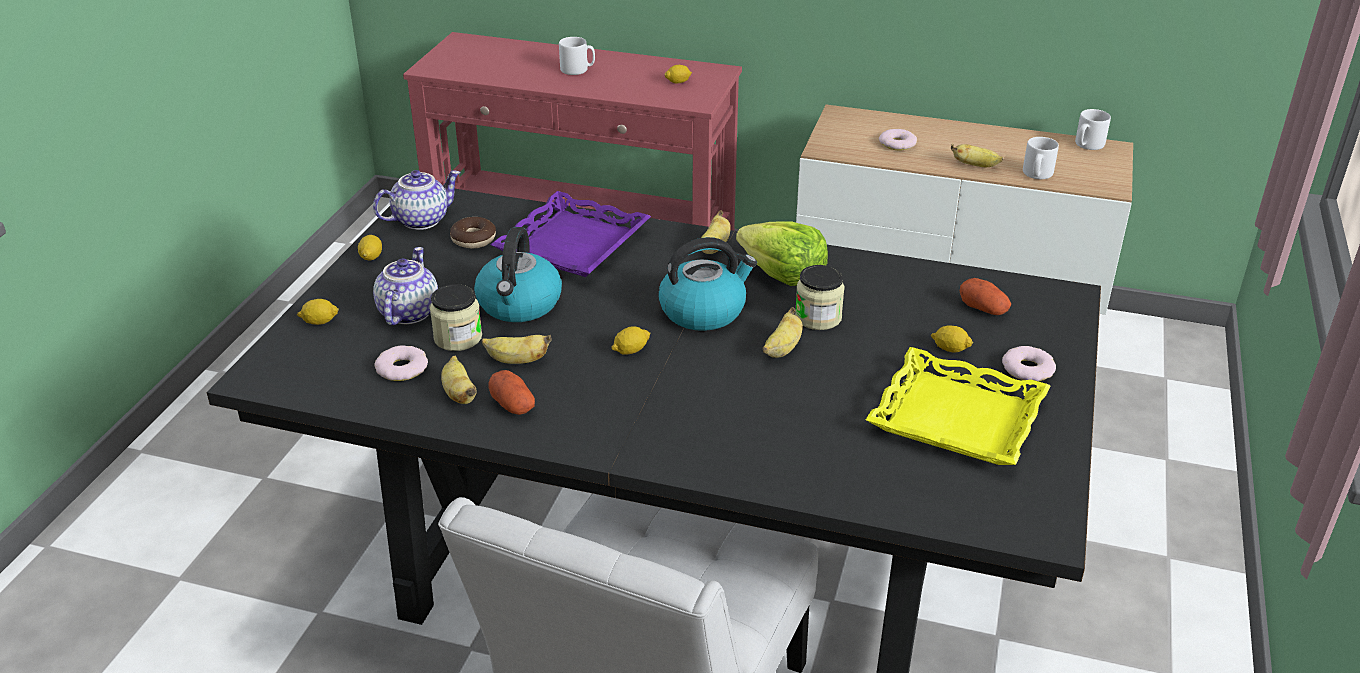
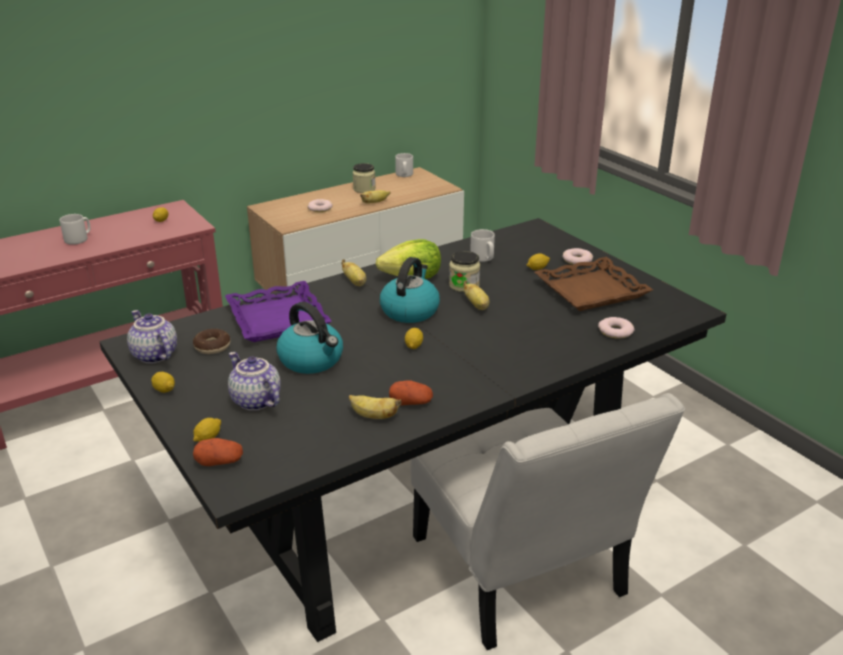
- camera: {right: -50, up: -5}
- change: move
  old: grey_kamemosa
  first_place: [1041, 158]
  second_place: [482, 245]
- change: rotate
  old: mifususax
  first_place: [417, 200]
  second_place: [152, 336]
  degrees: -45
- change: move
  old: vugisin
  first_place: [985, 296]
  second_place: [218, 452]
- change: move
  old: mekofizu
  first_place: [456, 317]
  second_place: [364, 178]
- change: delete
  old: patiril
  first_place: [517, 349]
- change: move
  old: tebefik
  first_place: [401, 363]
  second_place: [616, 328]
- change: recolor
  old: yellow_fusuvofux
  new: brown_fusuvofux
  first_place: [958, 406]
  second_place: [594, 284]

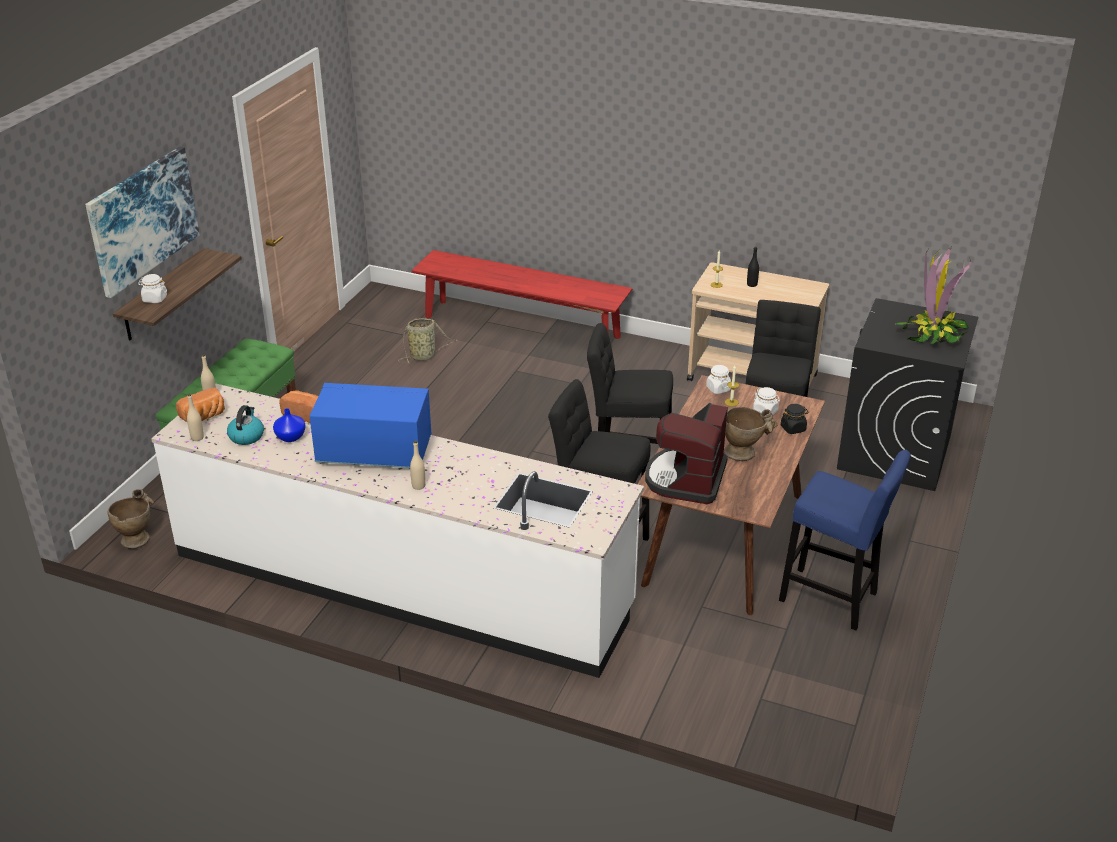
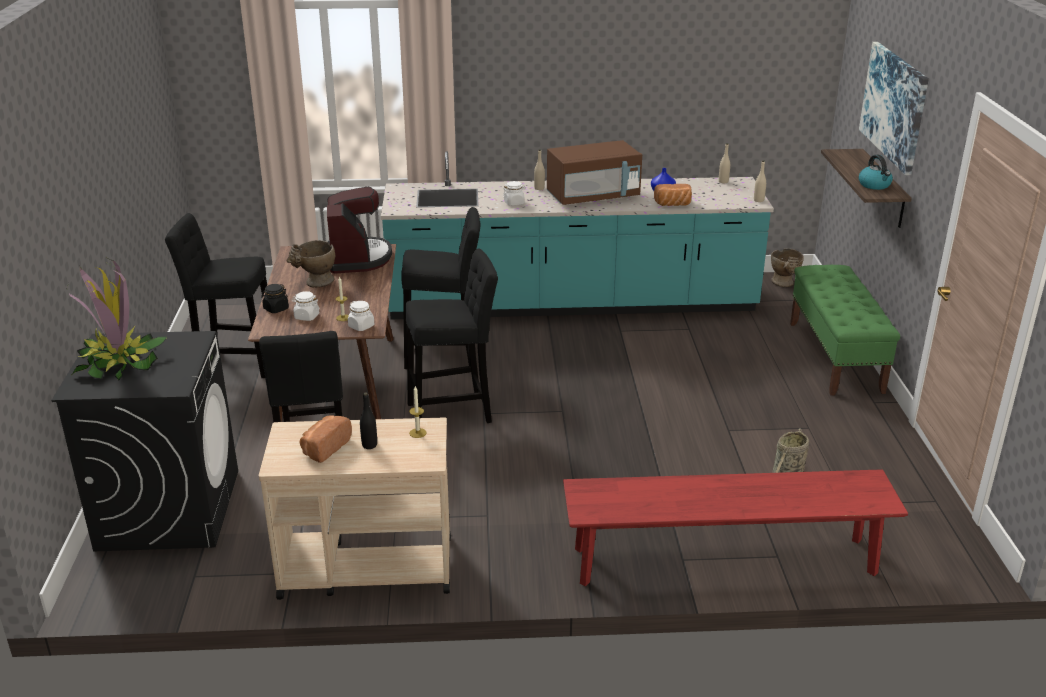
- camera: {right: 155, up: -5}
- change: move
  old: white_mekofizu
  first_place: [152, 288]
  second_place: [514, 193]
- change: recolor
  old: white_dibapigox
  new: turquoise_dibapigox
  first_place: [397, 530]
  second_place: [577, 235]
- change: recolor
  old: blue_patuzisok
  new: brown_patuzisok
  first_place: [370, 426]
  second_place: [594, 172]
- change: move
  old: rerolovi
  first_place: [200, 405]
  second_place: [325, 439]
- change: move
  old: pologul
  first_place: [245, 425]
  second_place: [876, 172]
- change: recolor
  old: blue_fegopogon
  new: black_fegopogon
  first_place: [845, 540]
  second_place: [216, 295]

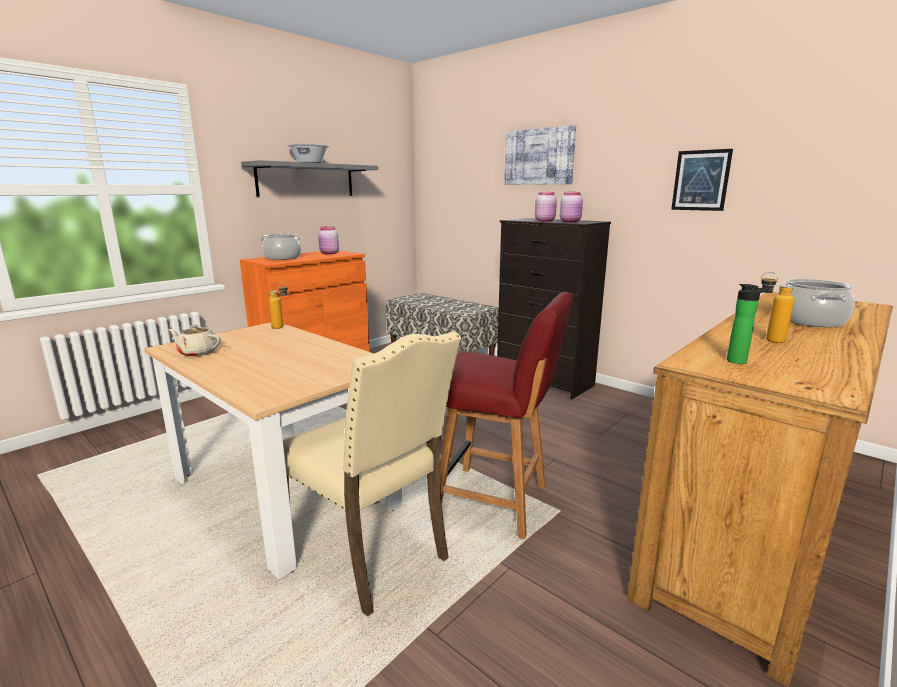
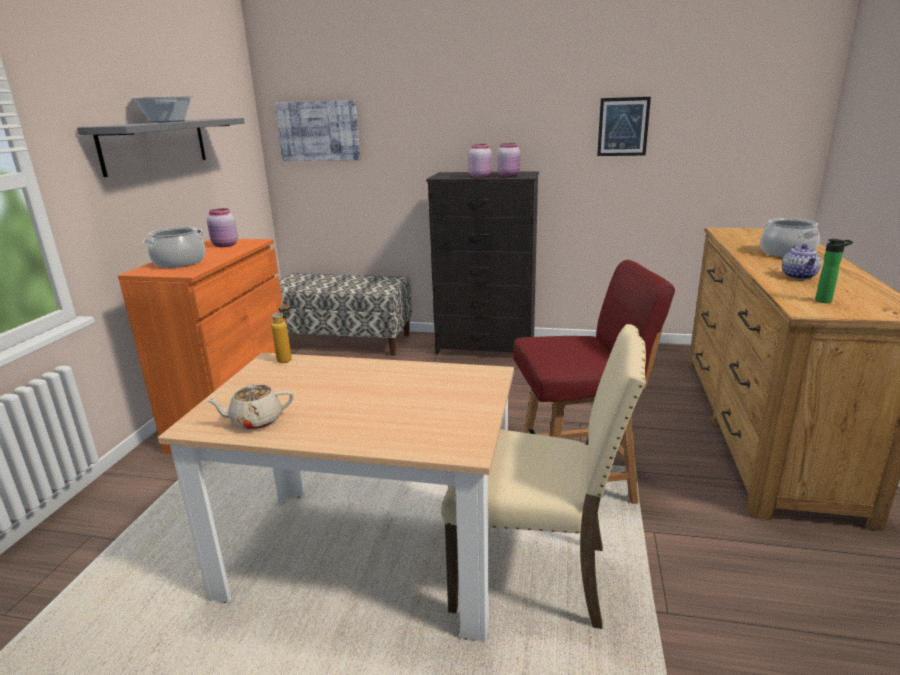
- camera: {right: -30, up: 5}
- change: move
  old: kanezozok
  first_place: [540, 155]
  second_place: [318, 130]
- change: replace
  old: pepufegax
  new: mifususax
  first_place: [778, 307]
  second_place: [801, 262]

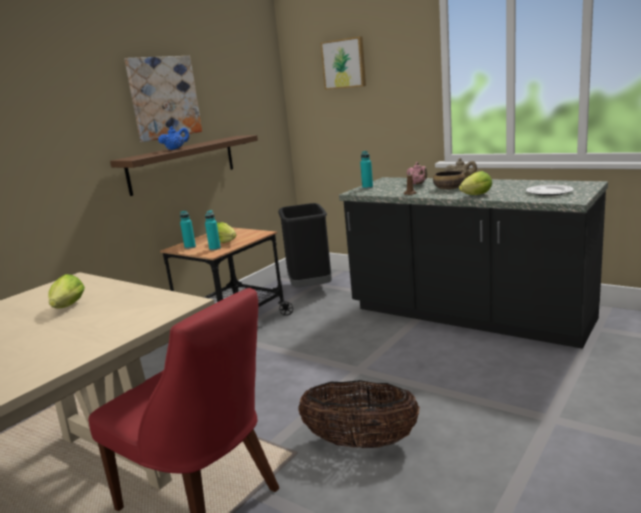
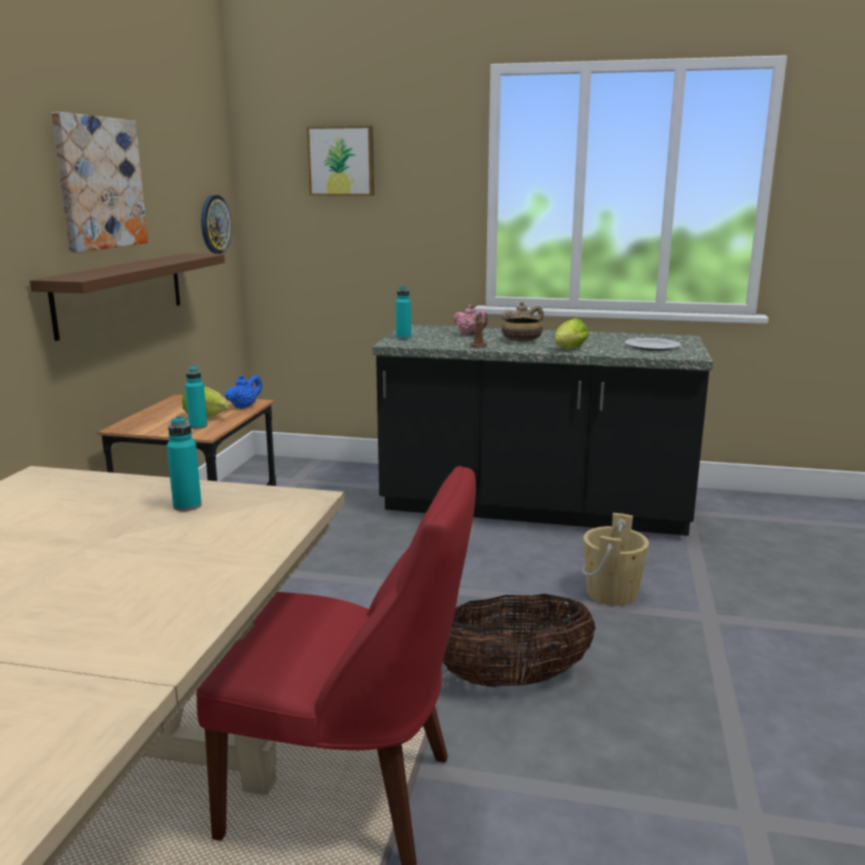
- camera: {right: -25, up: 0}
- change: move
  old: blue_mifususax
  first_place: [174, 138]
  second_place: [243, 392]
- change: delete
  old: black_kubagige
  first_place: [305, 245]
- change: move
  old: turquoise_pepufegax
  first_place: [188, 229]
  second_place: [184, 463]
- change: delete
  old: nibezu
  first_place: [66, 291]
- change: insert
  new: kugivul
  second_place: [216, 224]
- change: insert
  new: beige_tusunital
  second_place: [615, 559]

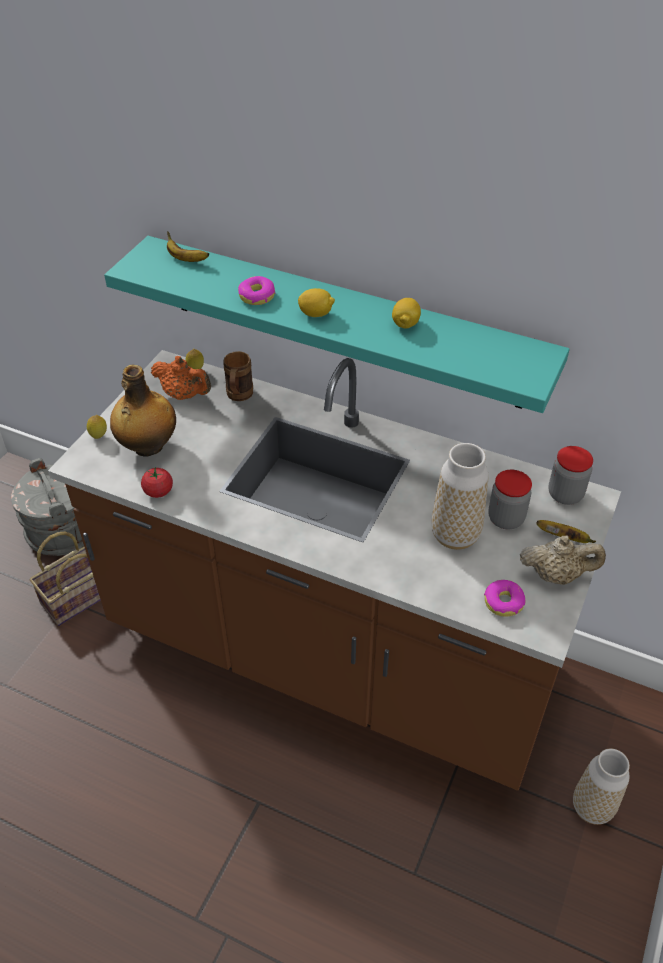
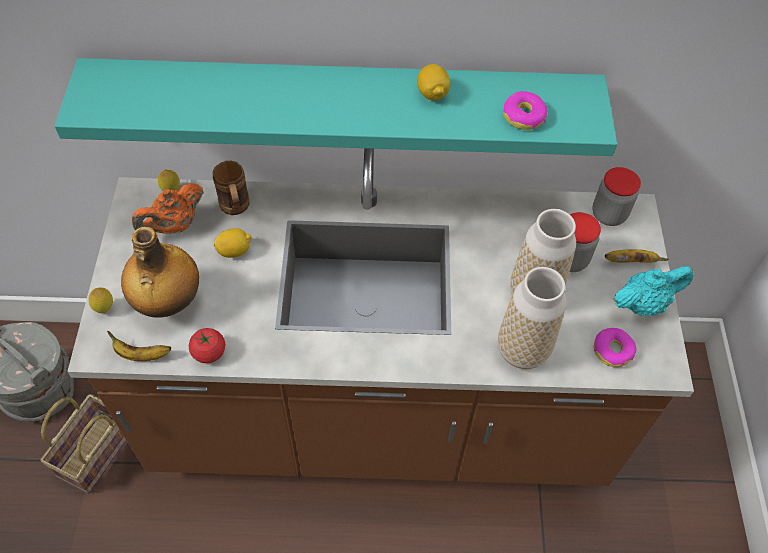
- camera: {right: -25, up: 10}
- change: move
  old: patiril
  first_place: [188, 246]
  second_place: [139, 346]
- change: move
  old: tebefik
  first_place: [257, 290]
  second_place: [525, 110]
- change: move
  old: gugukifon
  first_place: [316, 302]
  second_place: [232, 243]
- change: rotate
  old: orange_mifususax
  first_place: [181, 378]
  second_place: [168, 208]
  degrees: 135
- change: recolor
  old: beige_mifususax
  new: turquoise_mifususax
  first_place: [563, 560]
  second_place: [653, 291]
- change: move
  old: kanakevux
  first_place: [601, 786]
  second_place: [532, 318]

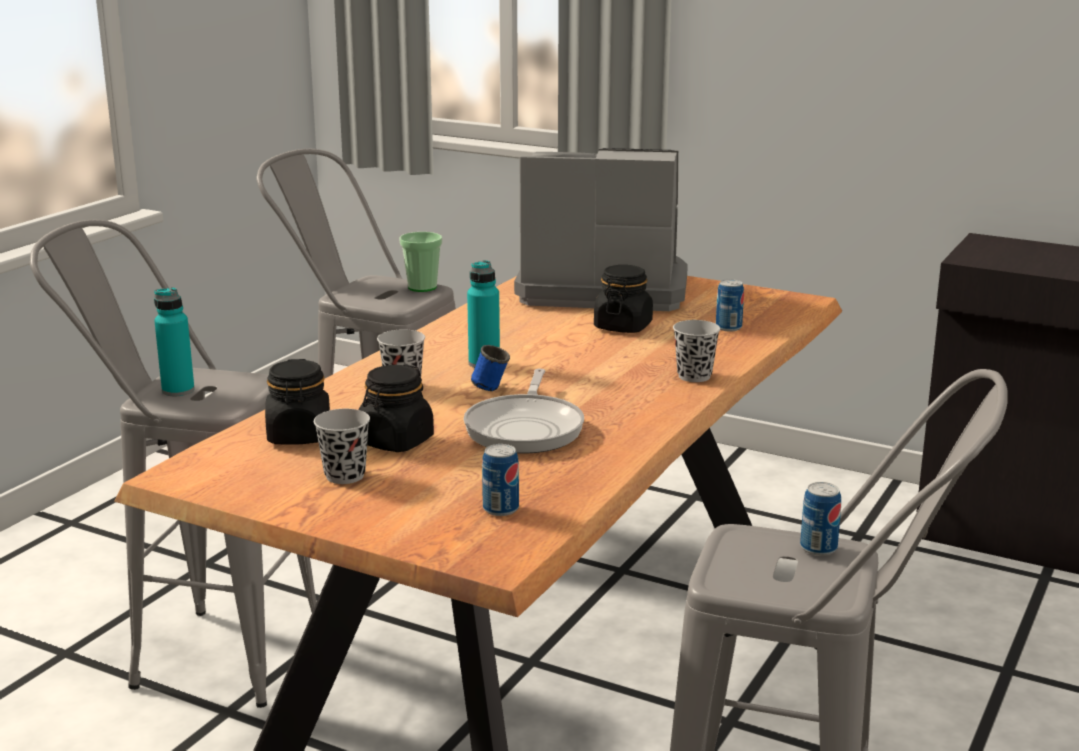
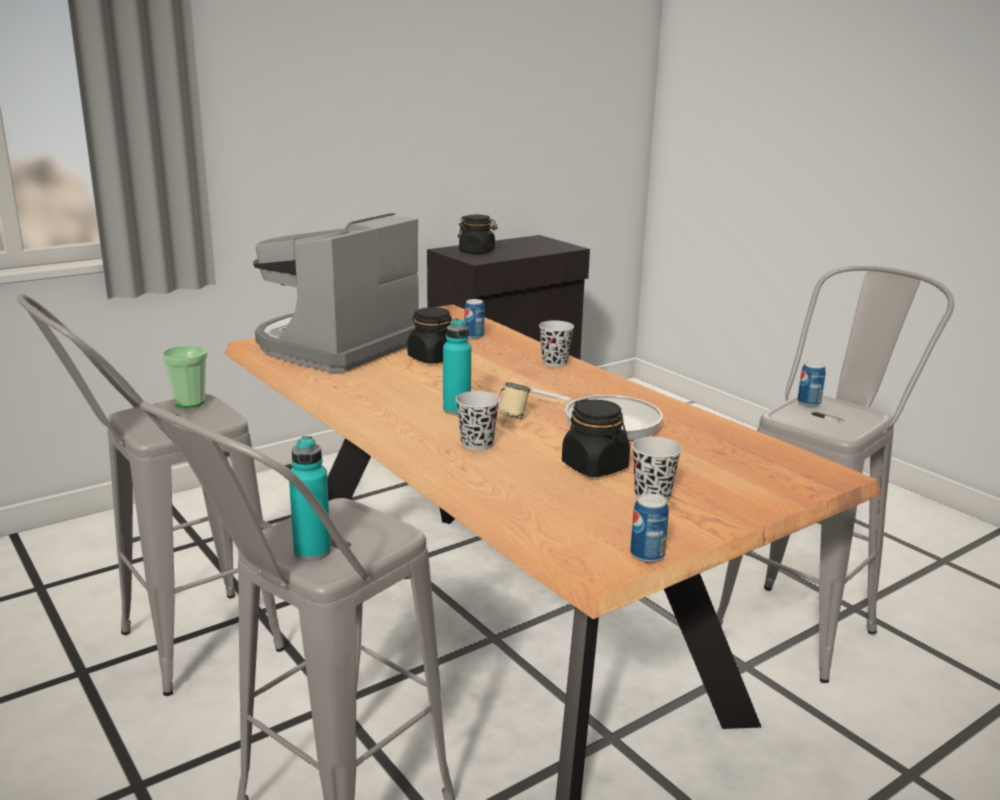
- camera: {right: -65, up: 0}
- change: recolor
  old: blue_kamemosa
  new: beige_kamemosa
  first_place: [490, 368]
  second_place: [514, 400]
- change: move
  old: black_mekofizu
  first_place: [297, 402]
  second_place: [478, 234]
- change: move
  old: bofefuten
  first_place: [500, 480]
  second_place: [649, 528]

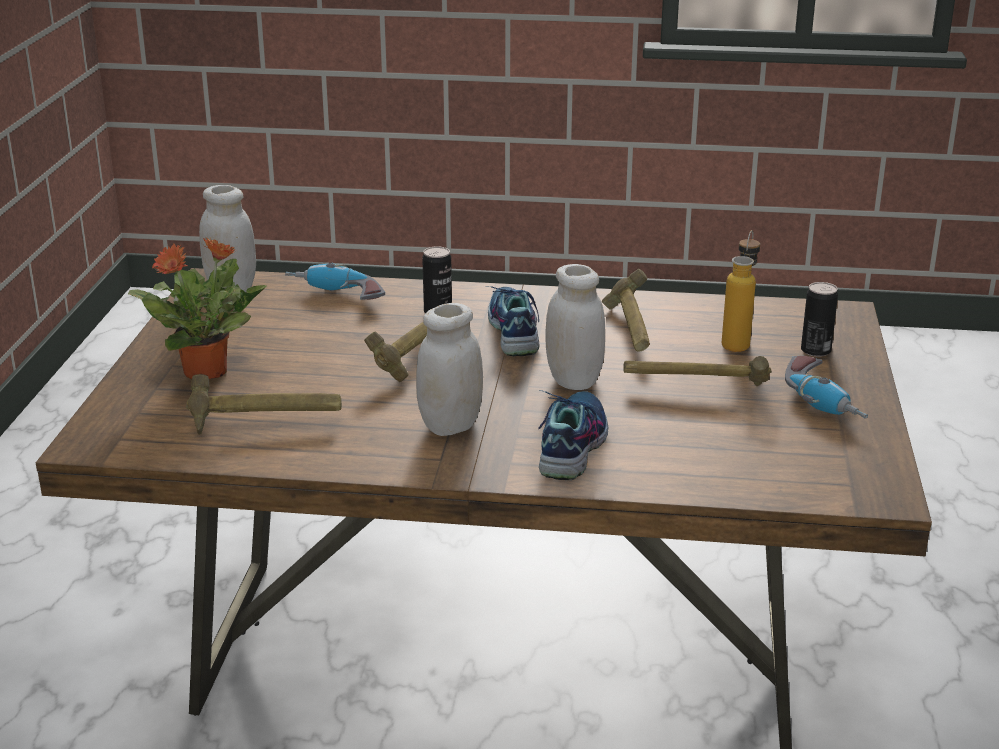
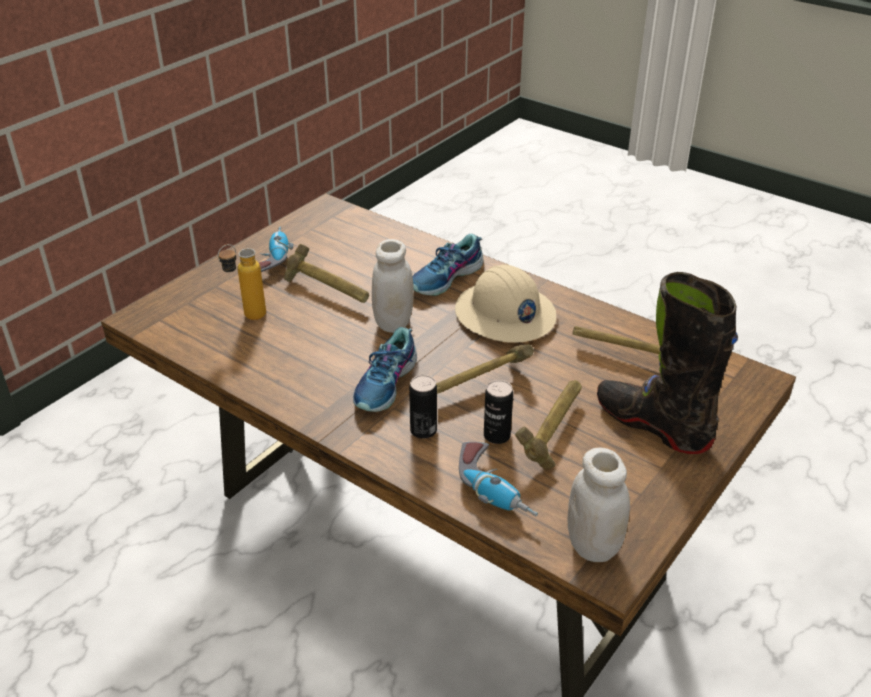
- camera: {right: -150, up: 10}
- change: replace
  old: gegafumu
  new: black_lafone
  first_place: [197, 308]
  second_place: [667, 363]
- change: move
  old: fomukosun
  first_place: [625, 310]
  second_place: [548, 425]
- change: move
  old: bofefuten
  first_place: [819, 319]
  second_place: [498, 412]
- change: replace
  old: white_mekofizu
  new: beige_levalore
  first_place: [449, 369]
  second_place: [505, 303]

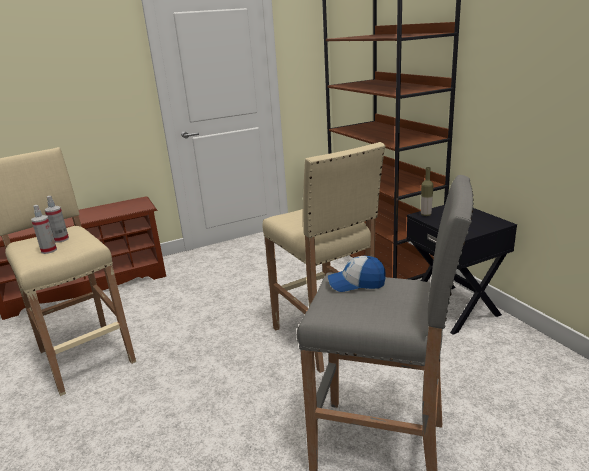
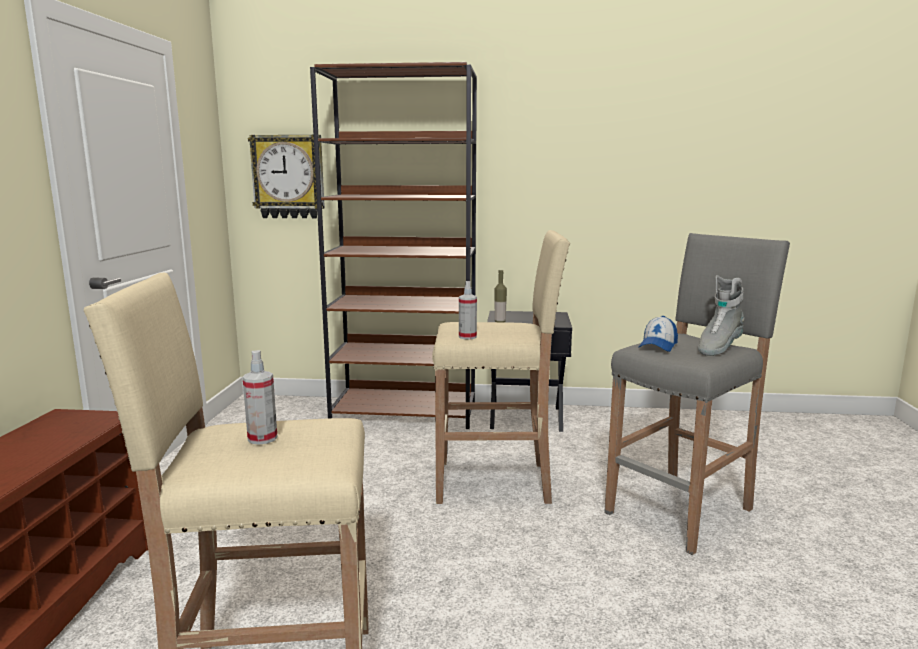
- camera: {right: -60, up: -10}
- change: move
  old: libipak
  first_place: [44, 229]
  second_place: [468, 310]
- change: insert
  new: kugivul
  second_place: [286, 176]
- change: insert
  new: grey_lafone
  second_place: [721, 315]

